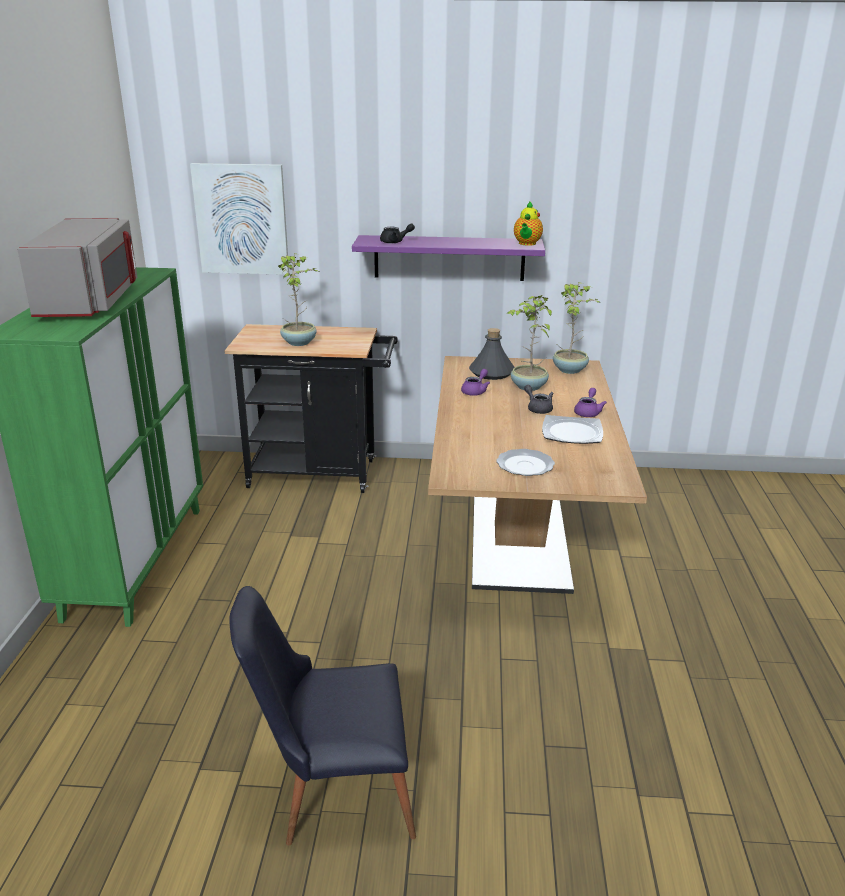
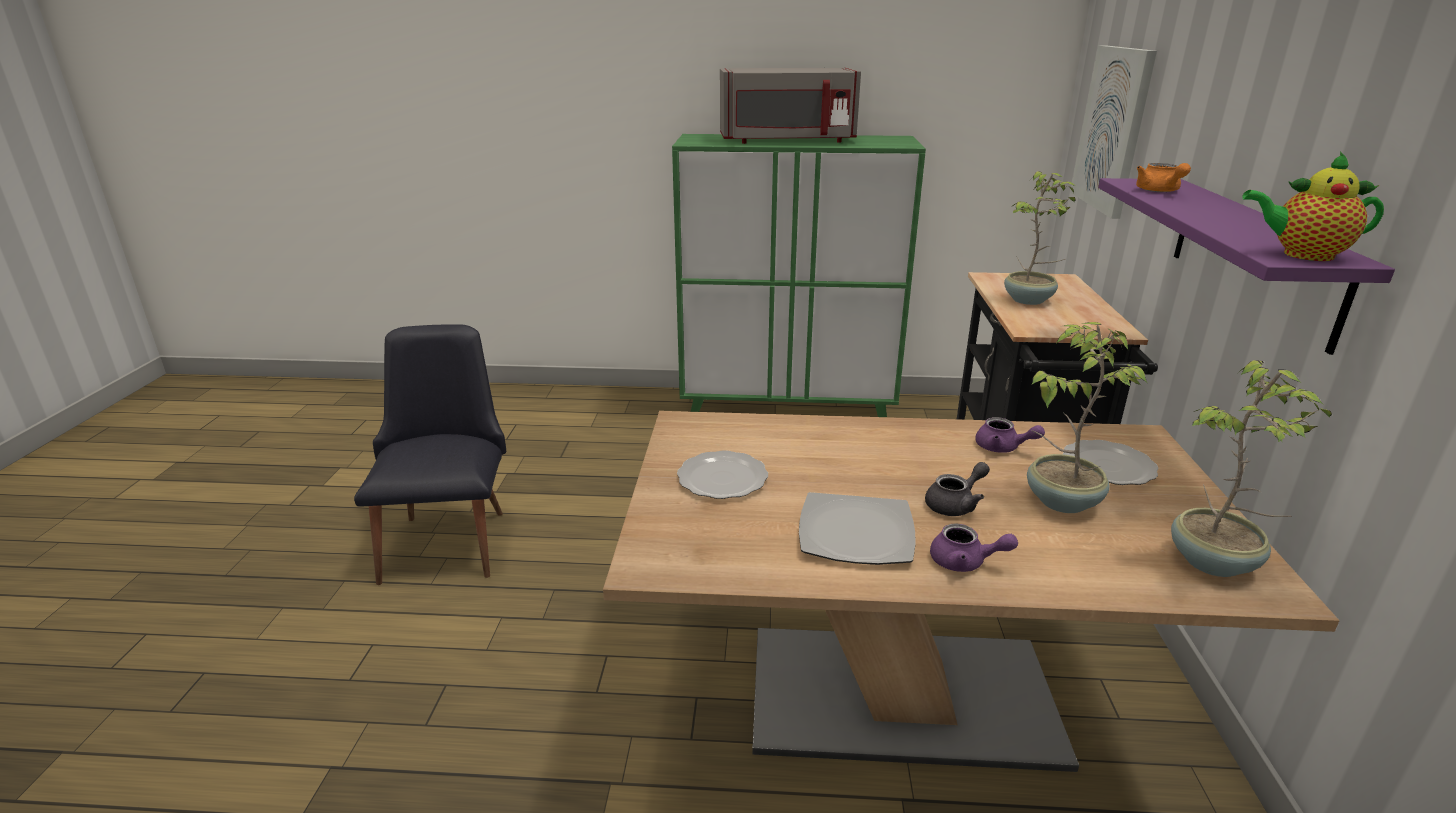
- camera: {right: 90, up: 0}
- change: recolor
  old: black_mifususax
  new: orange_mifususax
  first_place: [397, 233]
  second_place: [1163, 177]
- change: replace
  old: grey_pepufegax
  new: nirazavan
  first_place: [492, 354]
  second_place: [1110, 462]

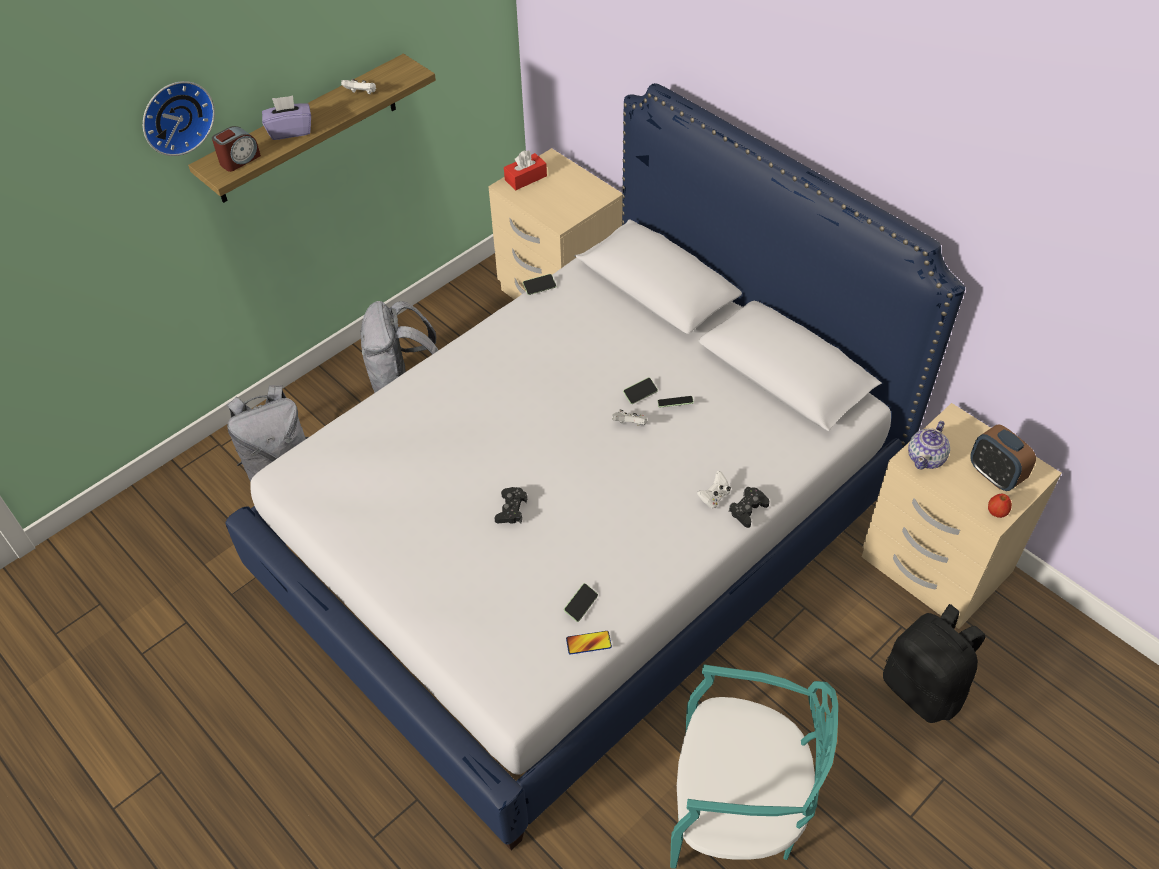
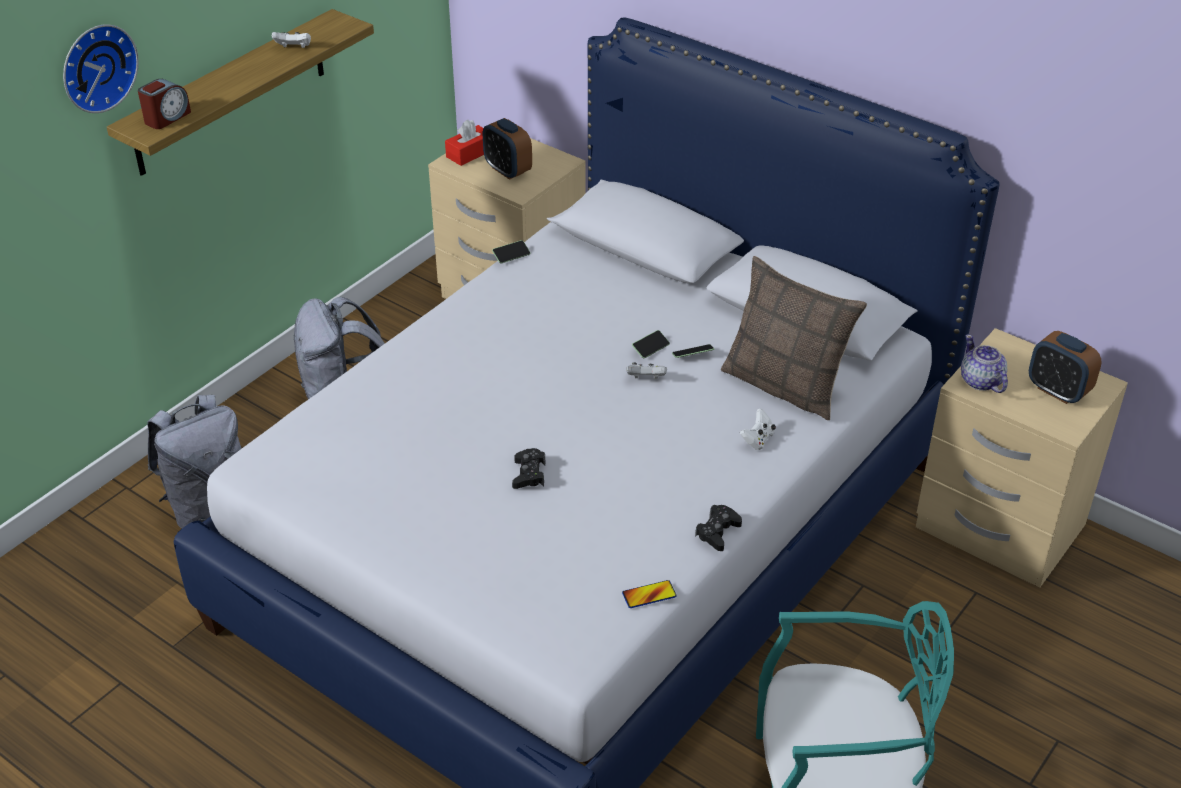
- camera: {right: -10, up: -10}
- change: delete
  old: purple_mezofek
  first_place: [286, 117]
- change: rotate
  old: mifususax
  first_place: [929, 445]
  second_place: [984, 364]
  degrees: 135
- change: move
  old: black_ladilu
  first_place: [749, 507]
  second_place: [718, 528]
- change: delete
  old: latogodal
  first_place: [1000, 506]
- change: delete
  old: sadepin
  first_place: [581, 602]
- change: delete
  old: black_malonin
  first_place: [934, 663]
- change: insert
  new: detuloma
  second_place: [507, 149]
- change: insert
  new: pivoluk
  second_place: [794, 338]

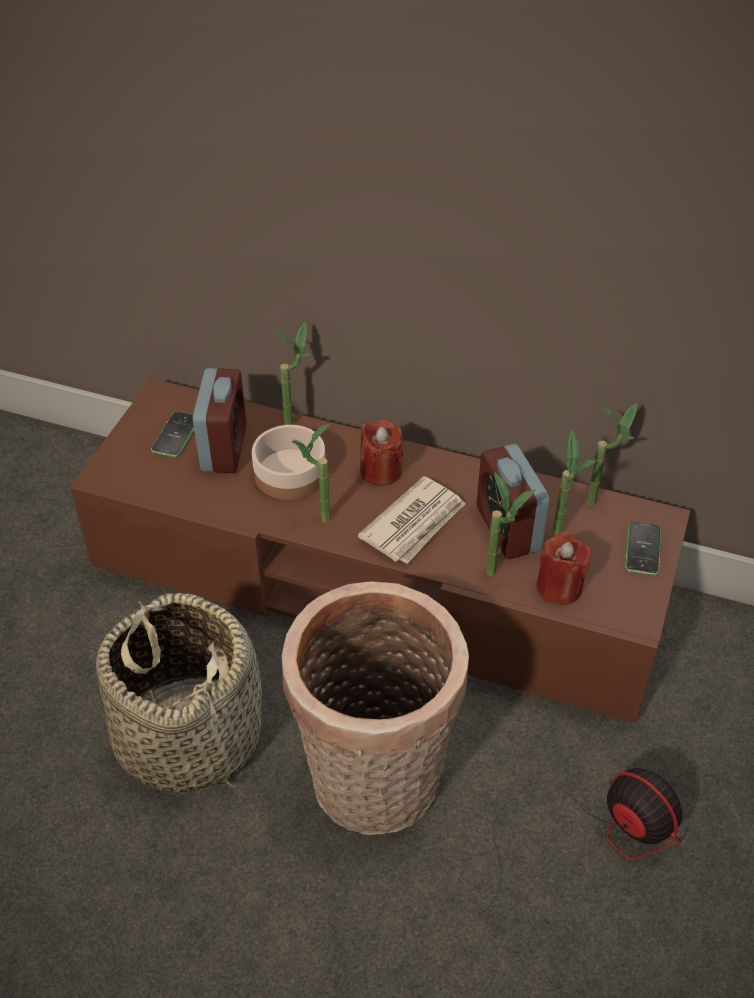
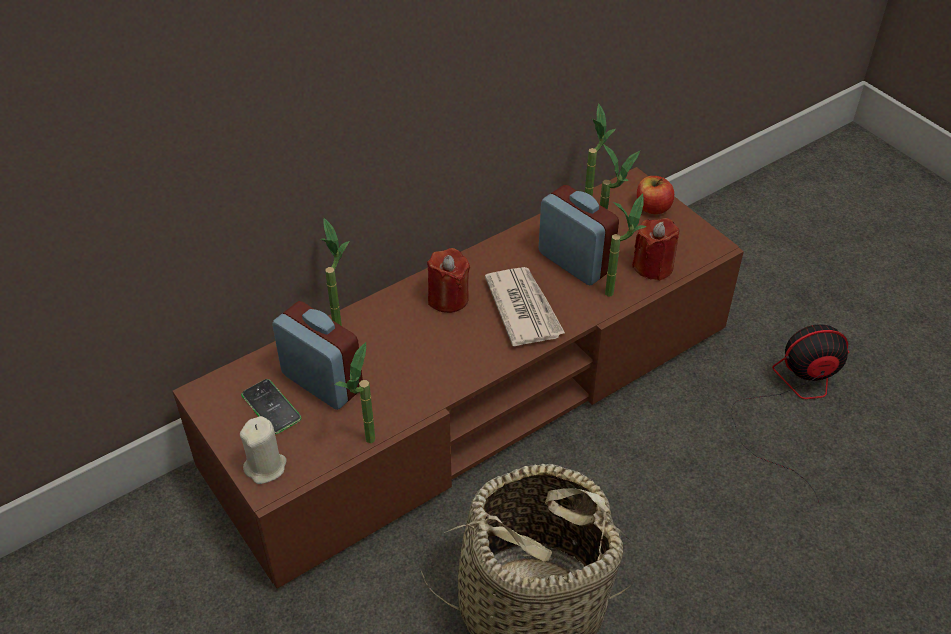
- camera: {right: -55, up: 0}
- change: move
  old: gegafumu
  first_place: [310, 473]
  second_place: [355, 392]
- change: delete
  old: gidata
  first_place: [288, 462]
- change: rotate
  old: detuloma
  first_place: [513, 501]
  second_place: [579, 235]
  degrees: -150
- change: replace
  old: sadepin
  new: latogodal
  first_place: [643, 548]
  second_place: [655, 195]
- change: delete
  old: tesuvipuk
  first_place: [375, 708]
- change: insert
  new: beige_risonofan
  second_place: [263, 450]

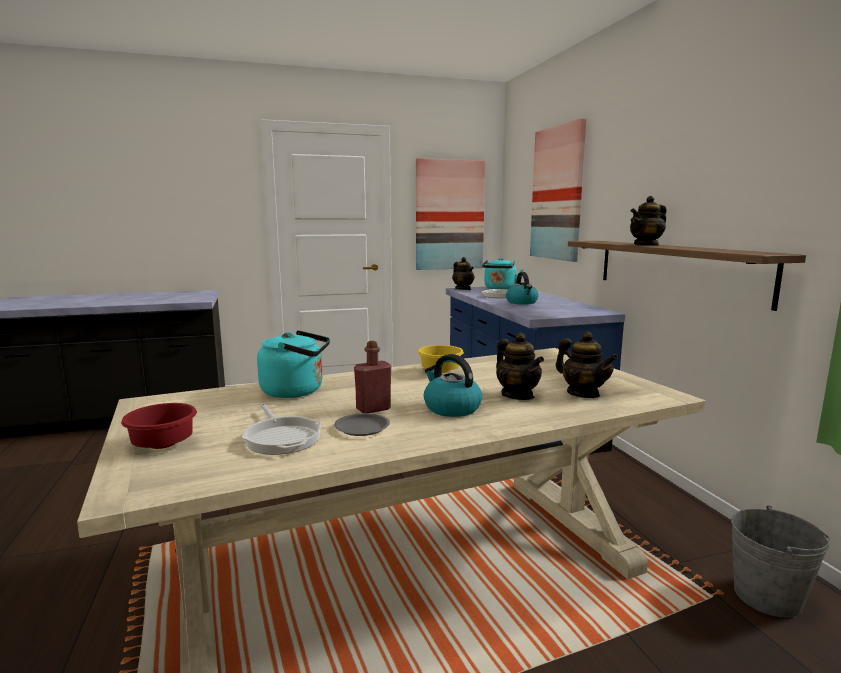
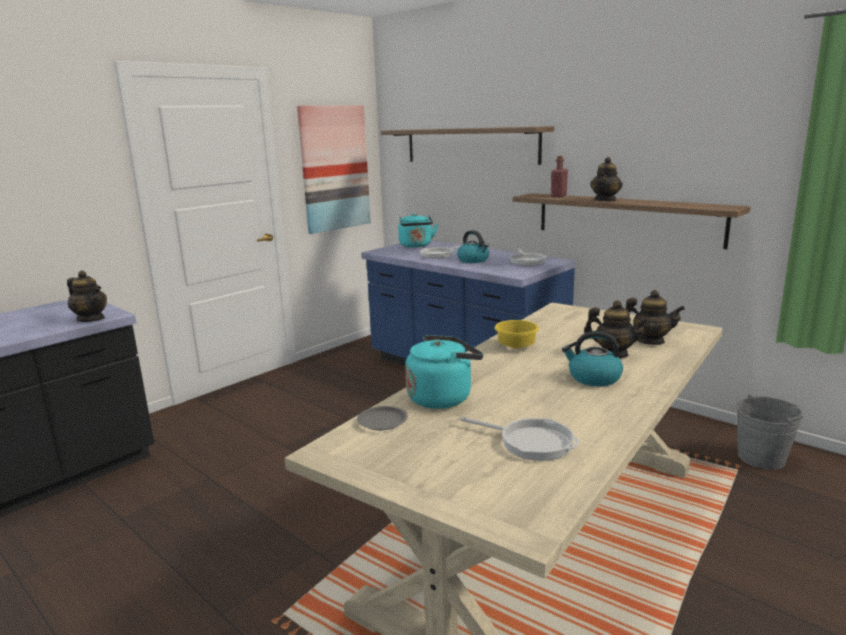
- camera: {right: -30, up: 5}
- change: replace
  old: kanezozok
  new: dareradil
  first_place: [558, 190]
  second_place: [467, 145]
- change: move
  old: mifususax
  first_place: [463, 273]
  second_place: [87, 296]
- change: move
  old: red_pepufegax
  first_place: [372, 377]
  second_place: [559, 176]
- change: delete
  old: red_gidata
  first_place: [159, 426]
- change: move
  old: grey_nirazavan
  first_place: [362, 424]
  second_place: [382, 418]
- change: insert
  new: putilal
  second_place: [528, 257]

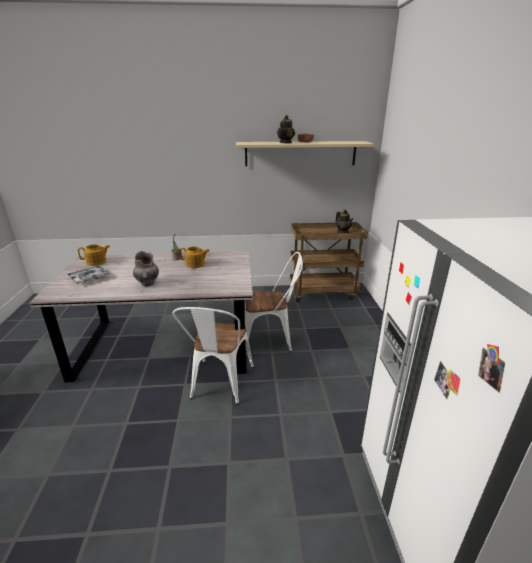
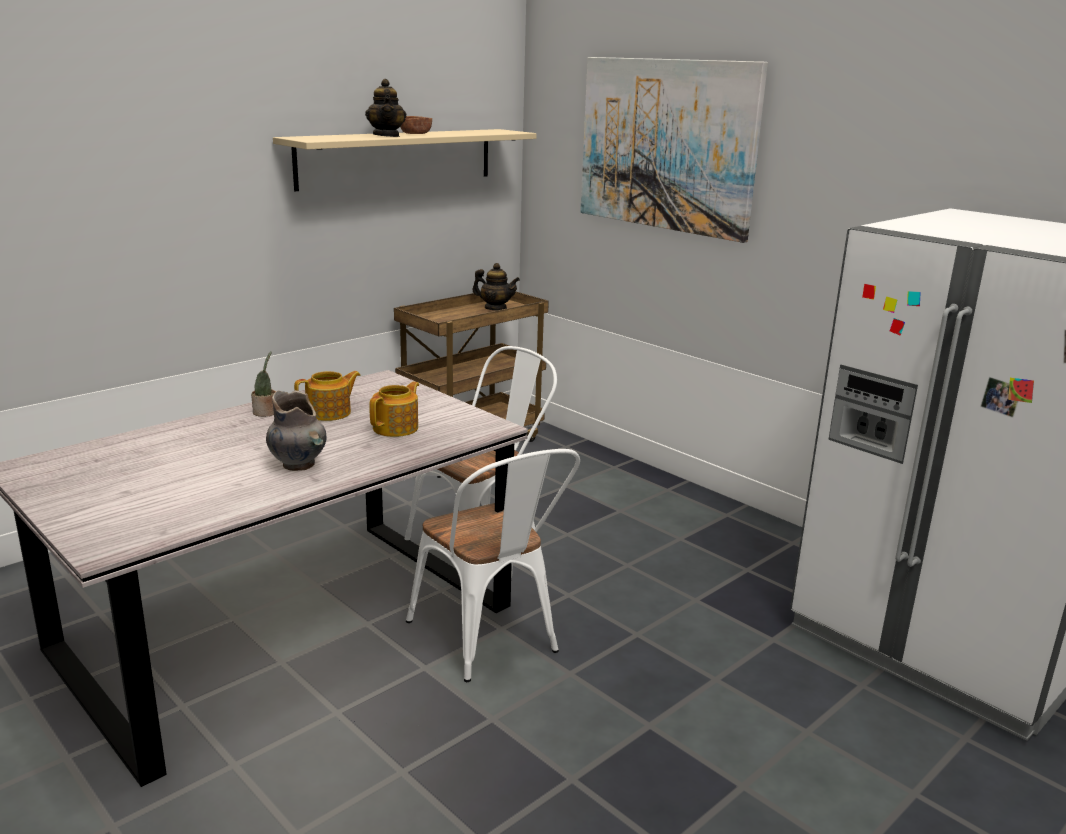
- camera: {right: -40, up: -5}
- change: move
  old: mifususax
  first_place: [94, 255]
  second_place: [394, 409]
- change: delete
  old: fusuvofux
  first_place: [88, 274]
- change: insert
  new: kanezozok
  second_place: [674, 150]

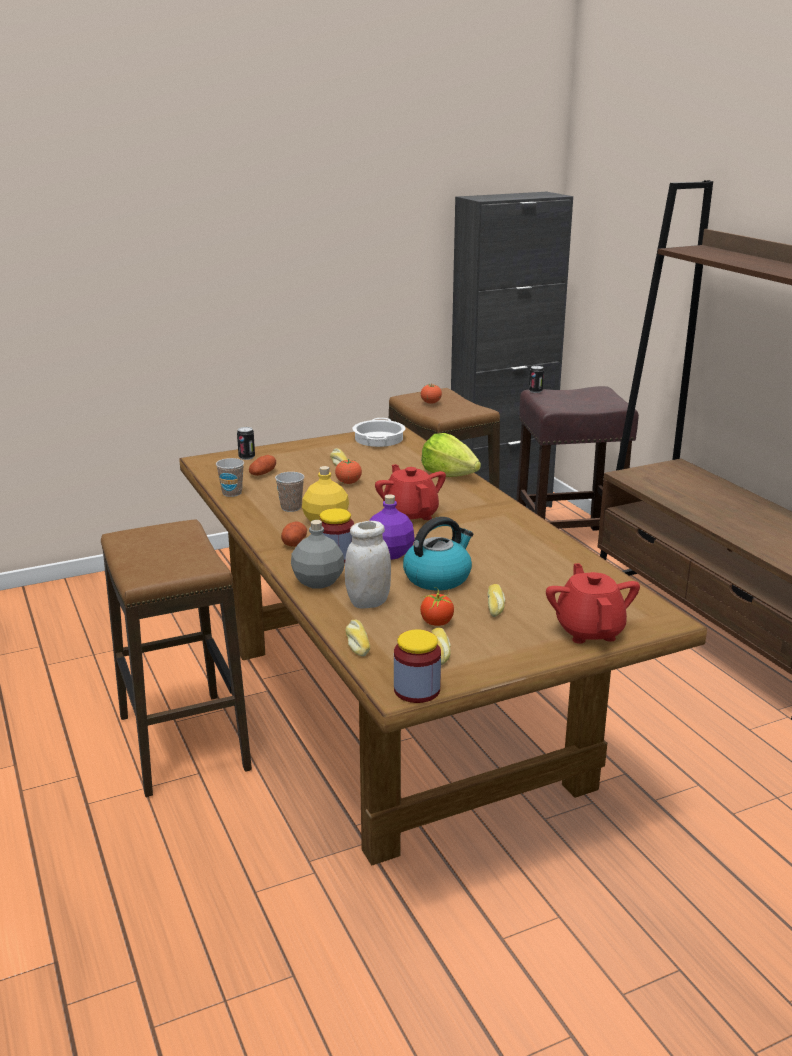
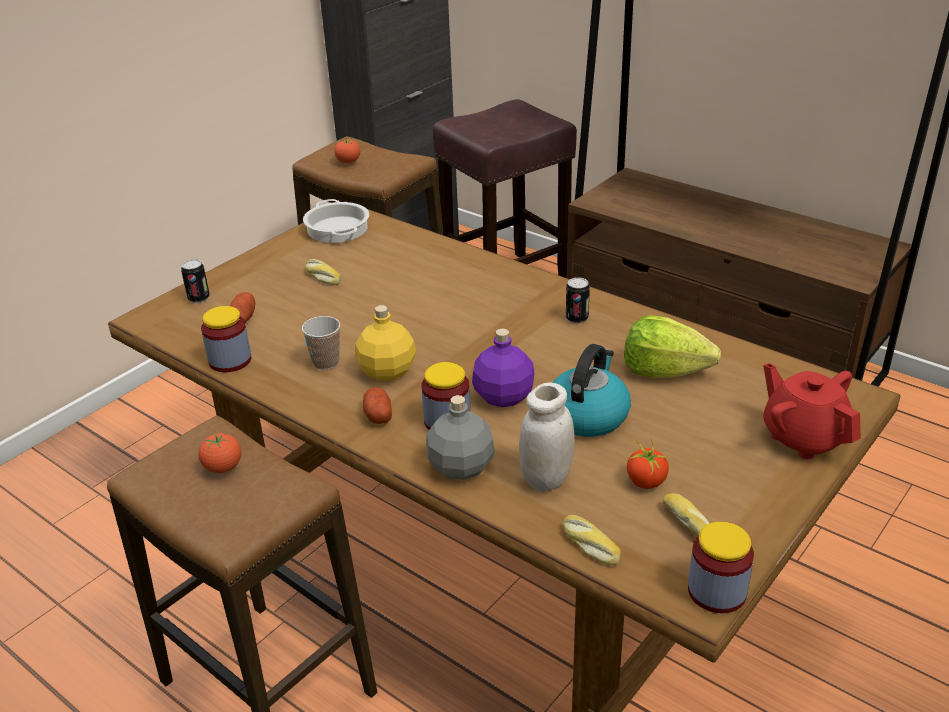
- camera: {right: -25, up: 10}
- change: move
  old: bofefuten
  first_place: [536, 379]
  second_place: [578, 300]
- change: move
  old: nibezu
  first_place: [451, 455]
  second_place: [672, 346]
- change: replace
  old: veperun
  new: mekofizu
  first_place: [230, 477]
  second_place: [226, 339]
- change: move
  old: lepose
  first_place: [348, 471]
  second_place: [219, 453]
- change: delete
  old: red_mifususax
  first_place: [410, 492]
- change: delete
  old: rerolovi
  first_place: [496, 600]

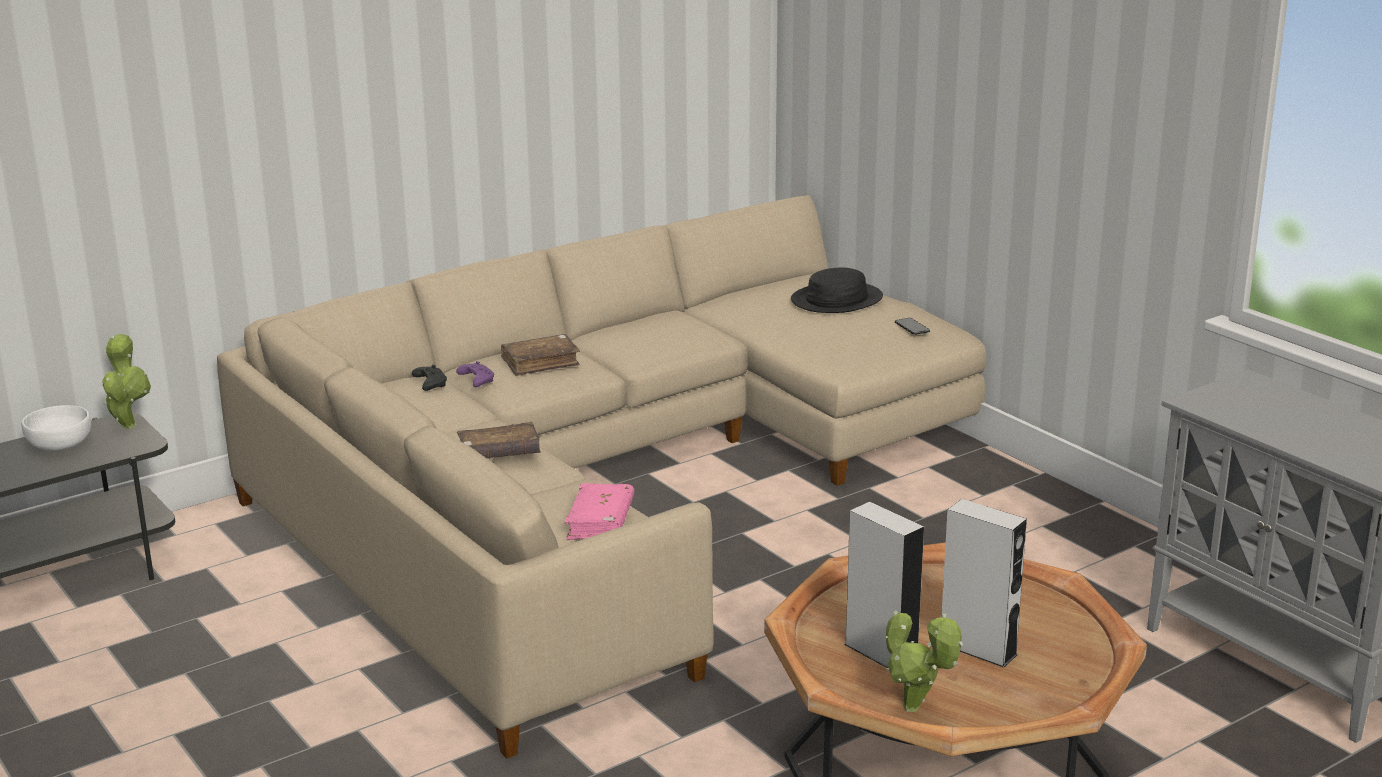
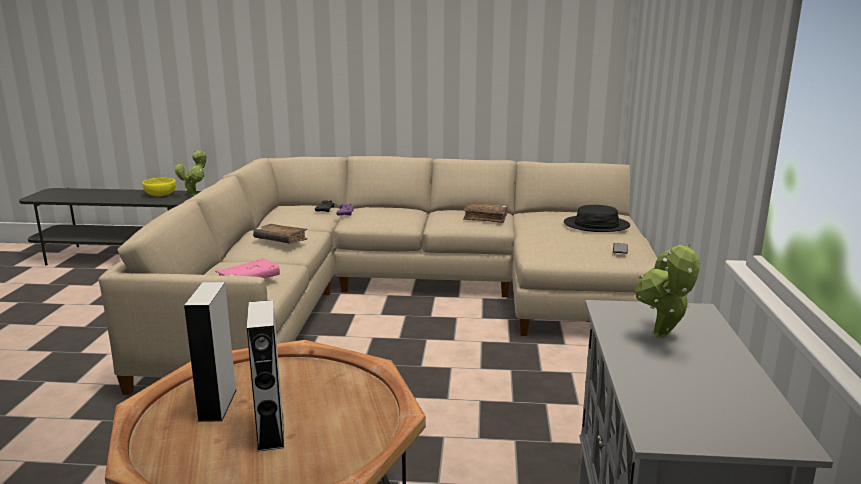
- camera: {right: 40, up: -5}
- change: move
  old: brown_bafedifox
  first_place: [540, 355]
  second_place: [485, 213]
- change: recolor
  old: white_gidata
  new: yellow_gidata
  first_place: [56, 428]
  second_place: [159, 187]
- change: move
  old: gegafumu
  first_place: [924, 661]
  second_place: [667, 290]

